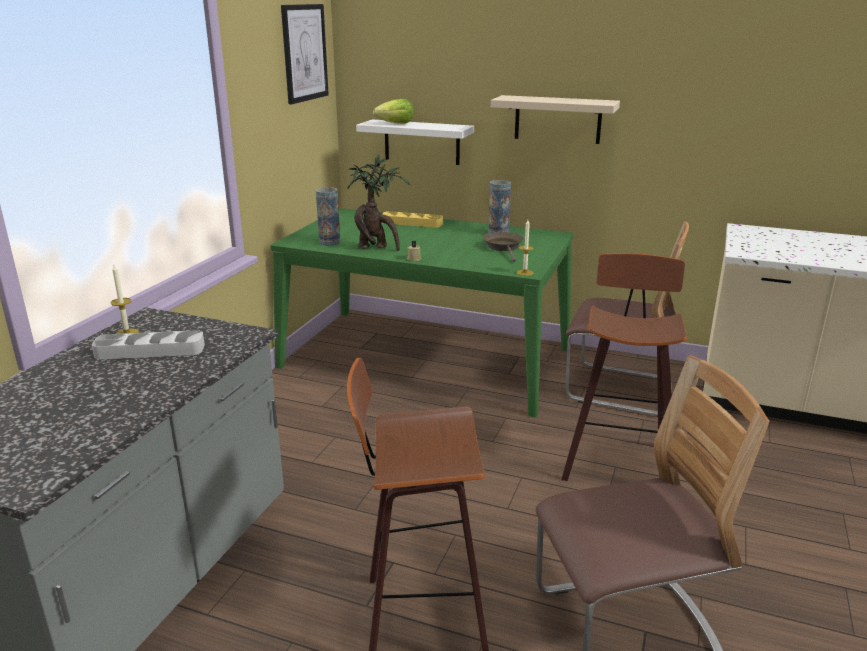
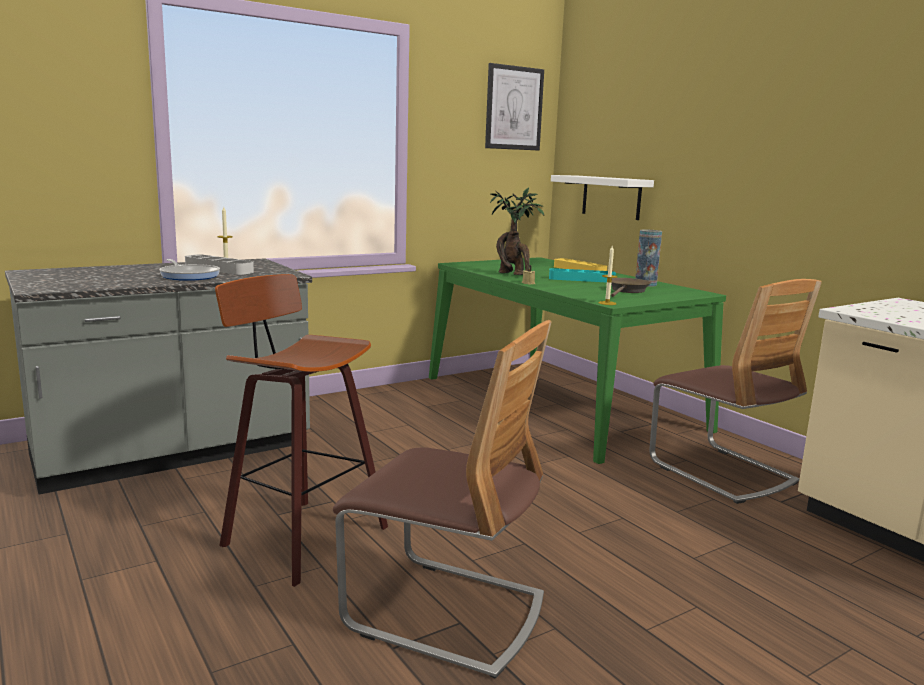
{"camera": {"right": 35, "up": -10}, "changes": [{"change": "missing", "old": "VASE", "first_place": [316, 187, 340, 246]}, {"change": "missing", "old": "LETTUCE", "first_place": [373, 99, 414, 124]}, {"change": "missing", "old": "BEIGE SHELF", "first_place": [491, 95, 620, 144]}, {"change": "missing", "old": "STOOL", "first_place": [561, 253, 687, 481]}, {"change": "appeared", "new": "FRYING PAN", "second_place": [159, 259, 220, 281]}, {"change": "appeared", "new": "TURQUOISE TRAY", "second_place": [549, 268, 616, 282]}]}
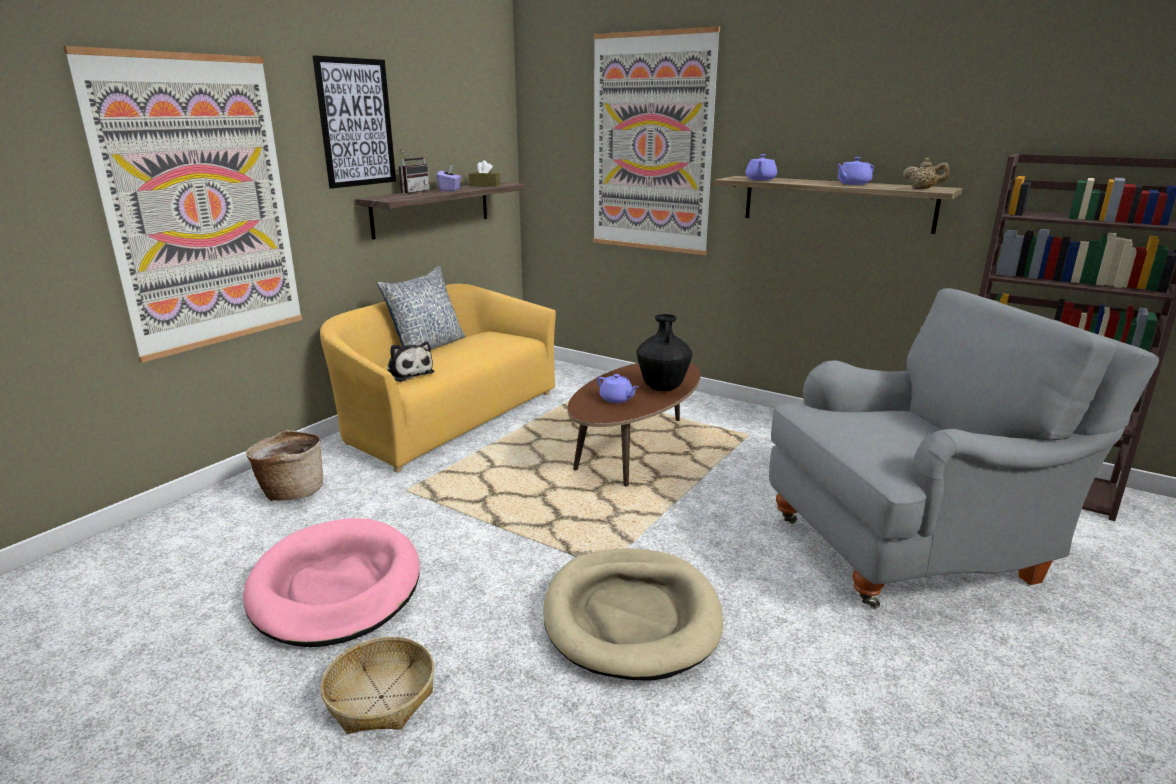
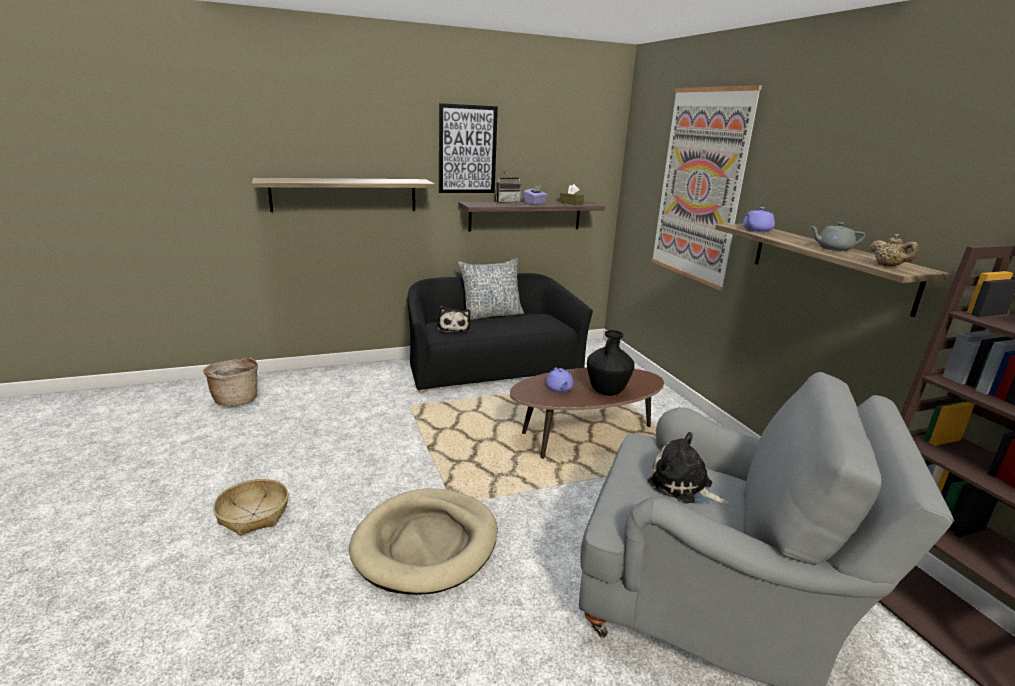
{"camera": {"right": 35, "up": 0}, "changes": [{"change": "exchanged", "old": "PICTURE", "new": "SHELF", "first_place": [63, 46, 303, 363], "second_place": [252, 178, 435, 212]}, {"change": "missing", "old": "PINK DOG BED", "first_place": [243, 518, 420, 647]}, {"change": "relocated", "old": "BASKET", "first_place": [246, 430, 323, 501], "second_place": [203, 357, 258, 407]}, {"change": "colour", "old": "YELLOW SOFA", "new": "BLACK SOFA", "first_place": [320, 284, 556, 472], "second_place": [407, 273, 593, 393]}, {"change": "colour", "old": "PURPLE TEAPOT", "new": "GREY TEAPOT", "first_place": [836, 157, 874, 185], "second_place": [810, 222, 865, 251]}, {"change": "appeared", "new": "PLUSH TOY", "second_place": [648, 432, 729, 504]}]}
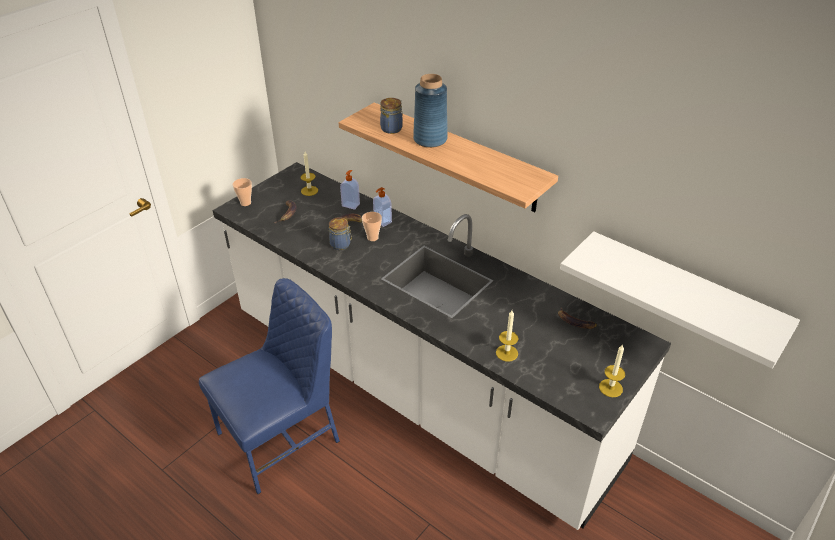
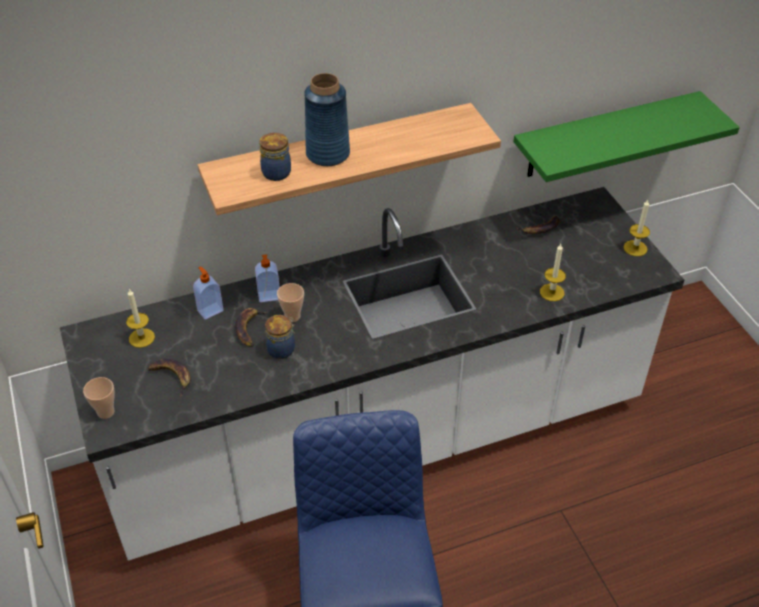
{"camera": {"right": -60, "up": 5}, "changes": [{"change": "colour", "old": "WHITE SHELF", "new": "GREEN SHELF", "first_place": [560, 231, 800, 369], "second_place": [514, 91, 740, 182]}]}
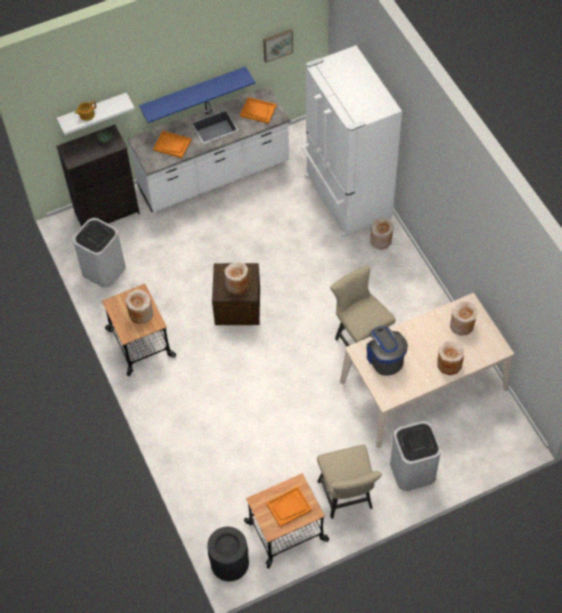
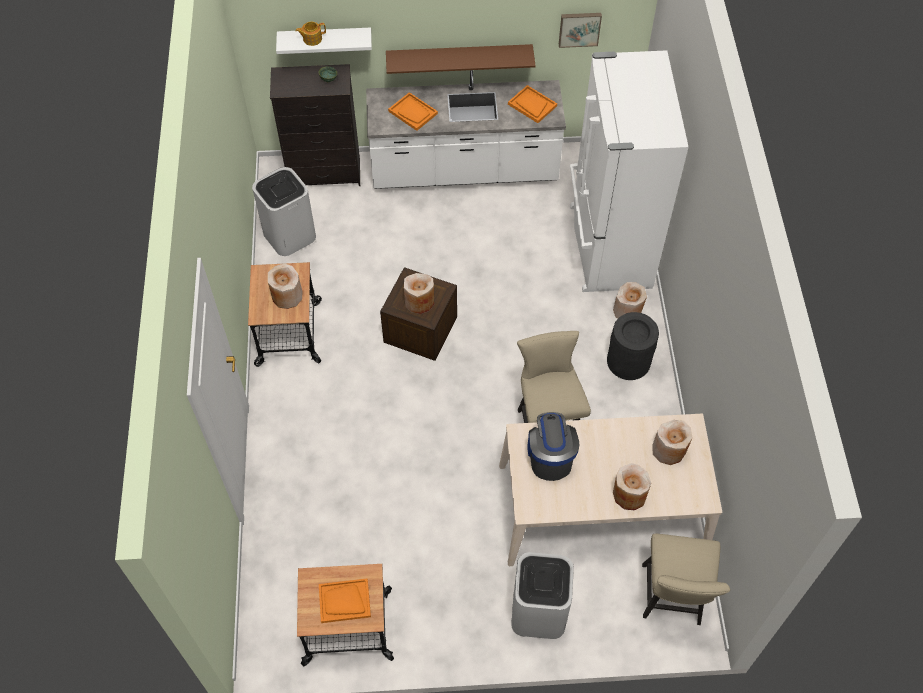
{"camera": {"right": 20, "up": 0}, "changes": [{"change": "colour", "old": "BLUE SHELF", "new": "BROWN SHELF", "first_place": [139, 66, 255, 123], "second_place": [386, 44, 536, 74]}, {"change": "relocated", "old": "BLACK TRASH CAN", "first_place": [207, 527, 249, 581], "second_place": [607, 312, 659, 380]}, {"change": "relocated", "old": "BEIGE CHAIR", "first_place": [317, 445, 382, 519], "second_place": [642, 533, 730, 625]}]}
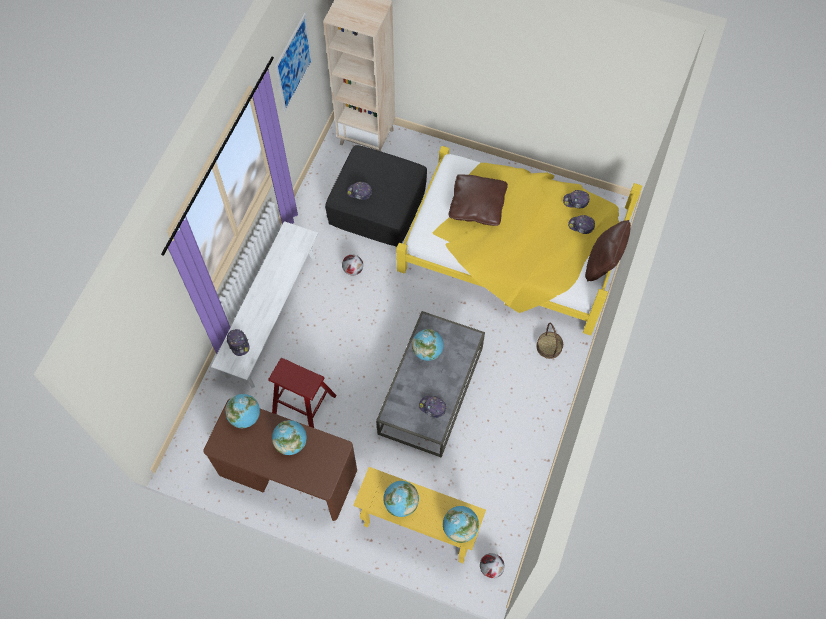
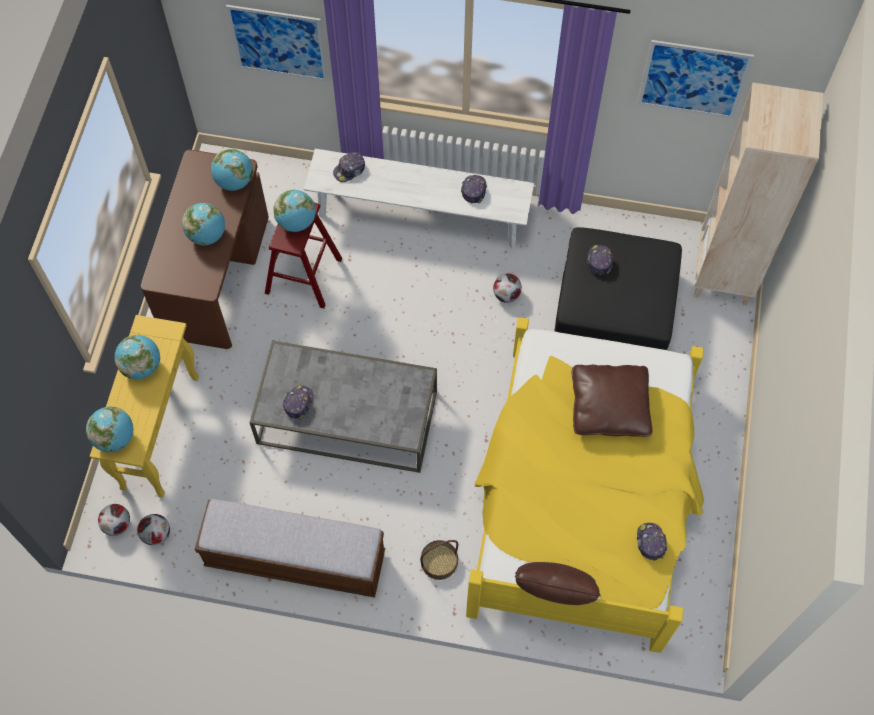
{"camera": {"right": 80, "up": 0}, "changes": [{"change": "relocated", "old": "GLOBE", "first_place": [412, 329, 444, 361], "second_place": [274, 190, 316, 232]}, {"change": "relocated", "old": "CAP", "first_place": [568, 215, 595, 234], "second_place": [461, 175, 487, 204]}, {"change": "appeared", "new": "FOOTBALL", "second_place": [137, 514, 170, 545]}, {"change": "appeared", "new": "BENCH", "second_place": [195, 499, 385, 598]}, {"change": "appeared", "new": "PICTURE", "second_place": [226, 5, 328, 81]}]}
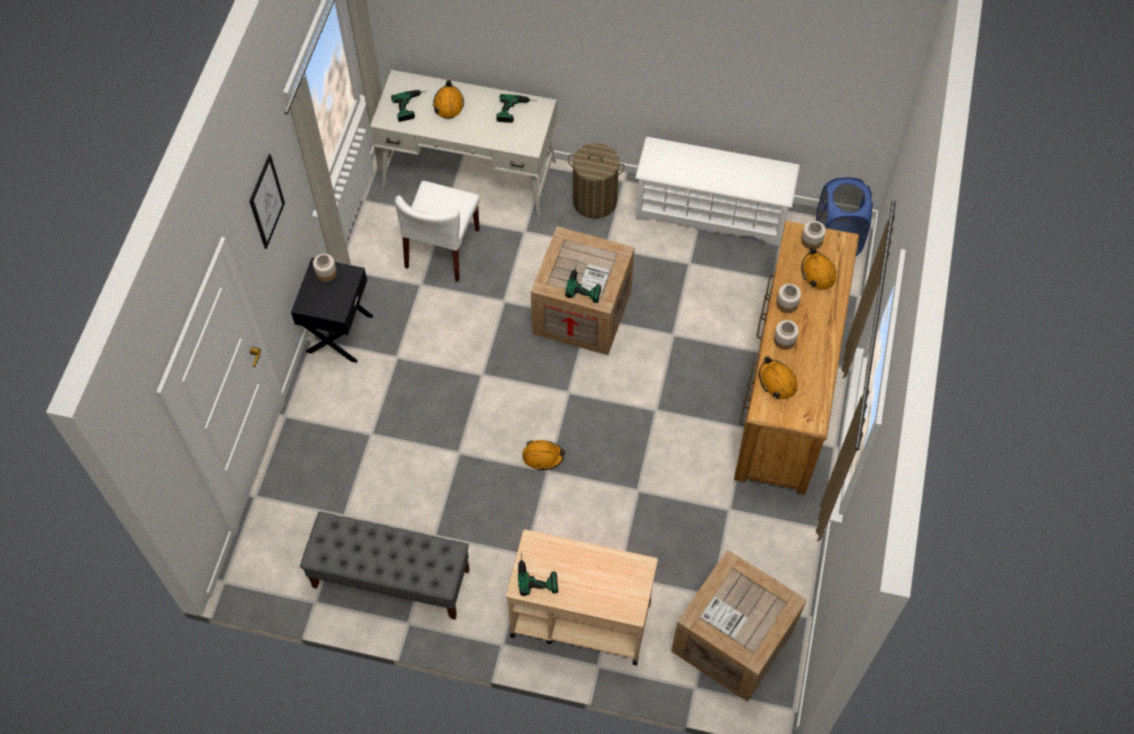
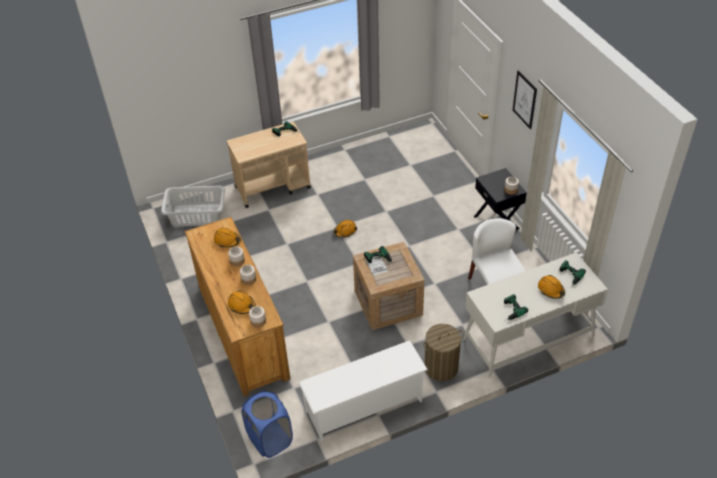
{"camera": {"right": 145, "up": -15}, "changes": [{"change": "missing", "old": "GREY BENCH", "first_place": [300, 511, 470, 620]}, {"change": "exchanged", "old": "CRATE", "new": "GREY LAUNDRY BASKET", "first_place": [671, 549, 807, 702], "second_place": [161, 185, 225, 226]}]}
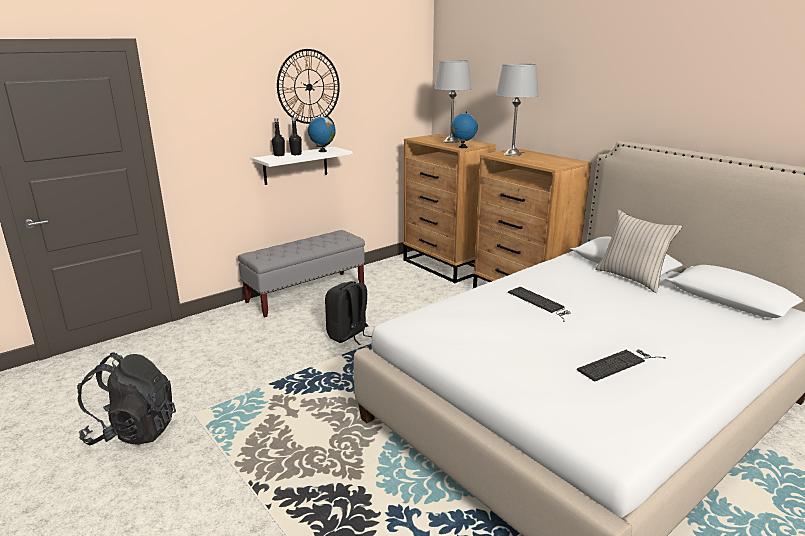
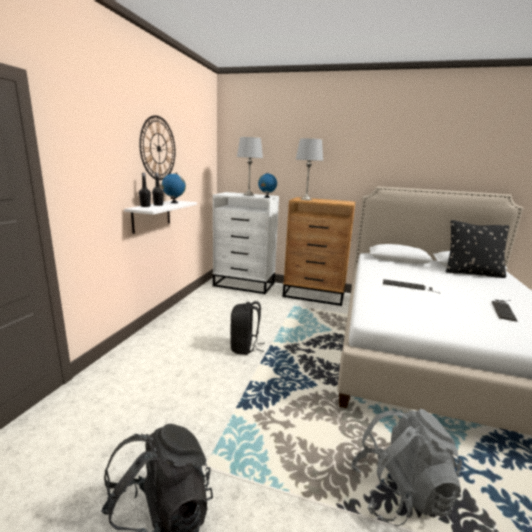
{"camera": {"right": -35, "up": -5}, "changes": [{"change": "missing", "old": "GREY BENCH", "first_place": [238, 230, 365, 317]}, {"change": "colour", "old": "BROWN DRESSER", "new": "WHITE DRESSER", "first_place": [403, 134, 496, 283], "second_place": [213, 192, 279, 294]}, {"change": "missing", "old": "BEIGE PILLOW", "first_place": [595, 210, 682, 293]}, {"change": "appeared", "new": "GREY BACKPACK", "second_place": [351, 409, 462, 526]}, {"change": "appeared", "new": "BLACK PILLOW", "second_place": [446, 220, 509, 278]}]}
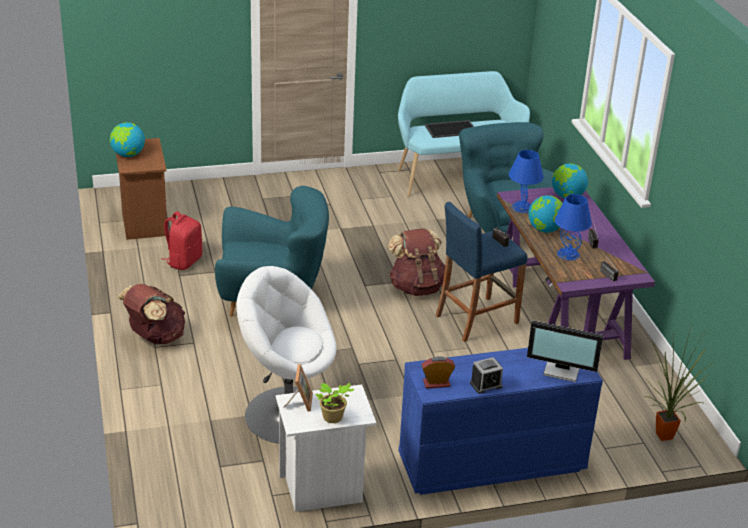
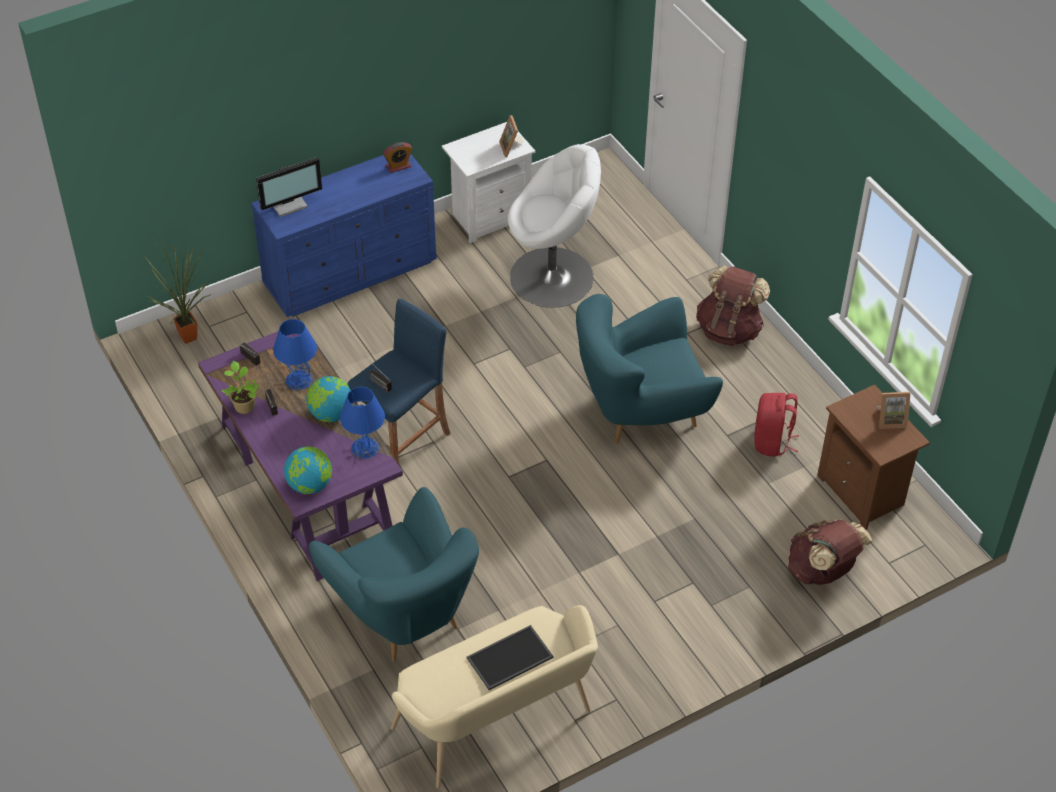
{"camera": {"right": 165, "up": 15}, "changes": [{"change": "exchanged", "old": "GLOBE", "new": "PICTURE FRAME", "first_place": [110, 122, 145, 157], "second_place": [877, 392, 911, 429]}, {"change": "relocated", "old": "POTTED PLANT", "first_place": [316, 383, 354, 423], "second_place": [221, 361, 259, 414]}, {"change": "relocated", "old": "BROWN BACKPACK", "first_place": [388, 229, 445, 296], "second_place": [788, 519, 873, 585]}, {"change": "colour", "old": "TURQUOISE BENCH", "new": "BEIGE BENCH", "first_place": [398, 71, 530, 197], "second_place": [391, 605, 598, 788]}, {"change": "missing", "old": "ALARM CLOCK", "first_place": [470, 357, 503, 394]}, {"change": "spun", "old": "MONITOR", "first_place": [527, 320, 604, 382], "second_place": [256, 157, 322, 217], "degrees": 150}]}
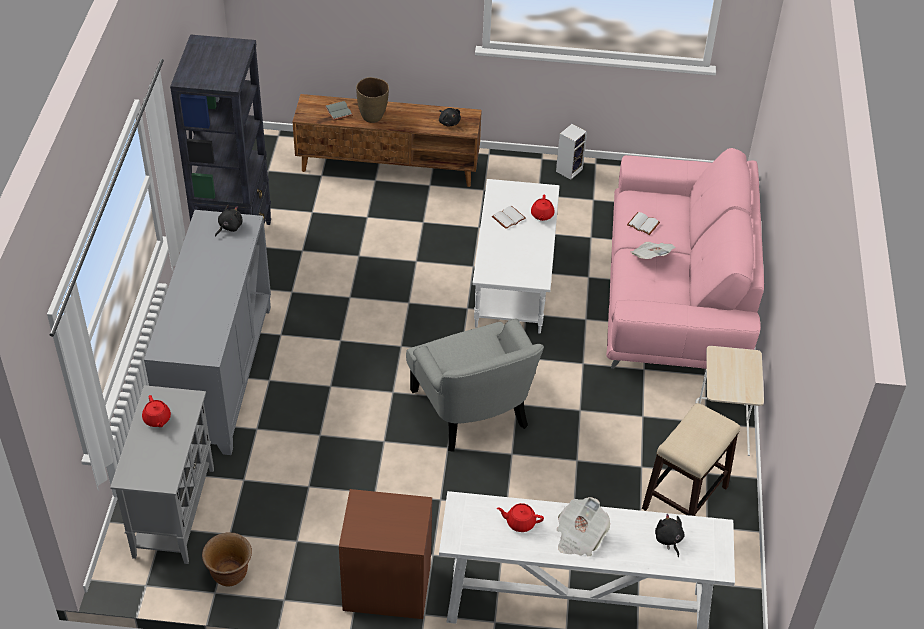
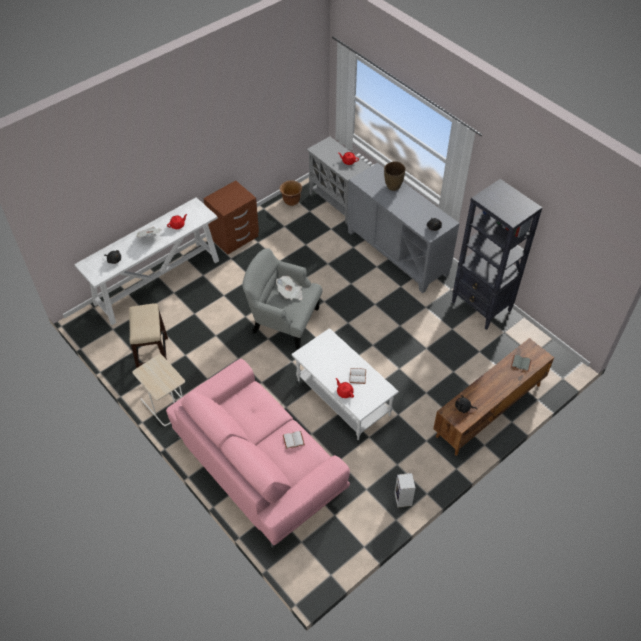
{"camera": {"right": 135, "up": 5}, "changes": [{"change": "relocated", "old": "BROWN VASE", "first_place": [356, 77, 389, 123], "second_place": [384, 161, 406, 191]}, {"change": "relocated", "old": "NEWSPAPER", "first_place": [631, 241, 676, 259], "second_place": [276, 276, 302, 300]}]}
